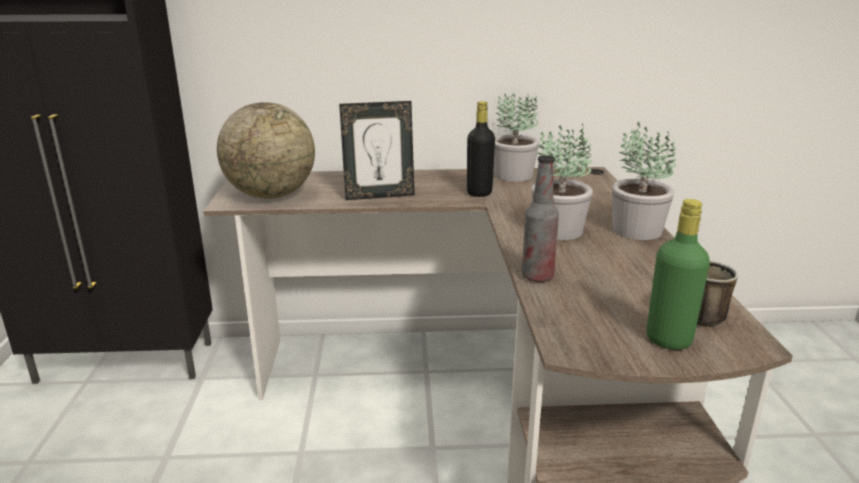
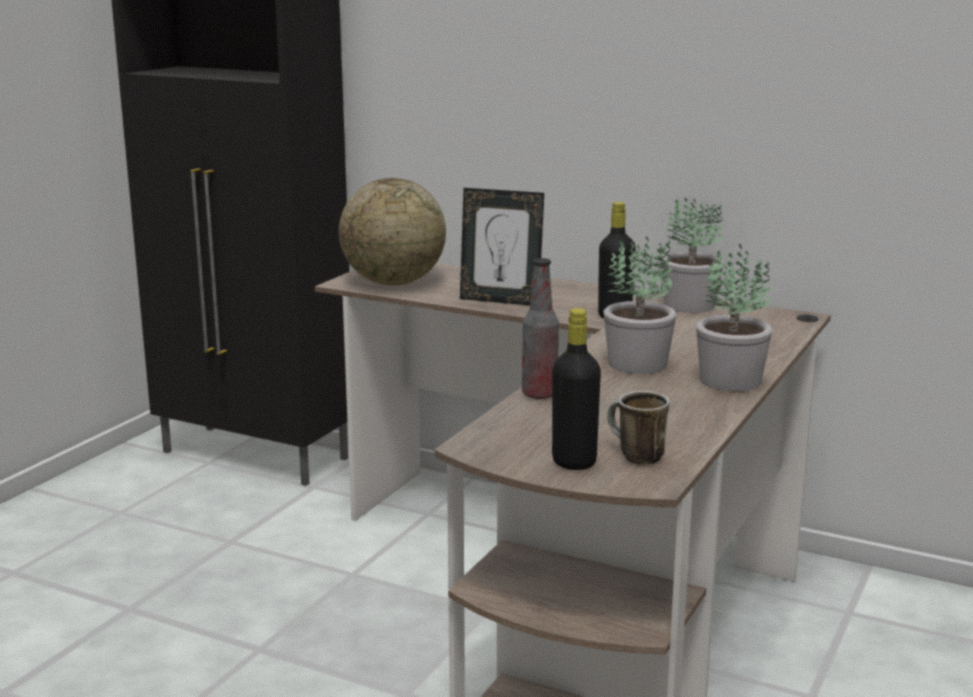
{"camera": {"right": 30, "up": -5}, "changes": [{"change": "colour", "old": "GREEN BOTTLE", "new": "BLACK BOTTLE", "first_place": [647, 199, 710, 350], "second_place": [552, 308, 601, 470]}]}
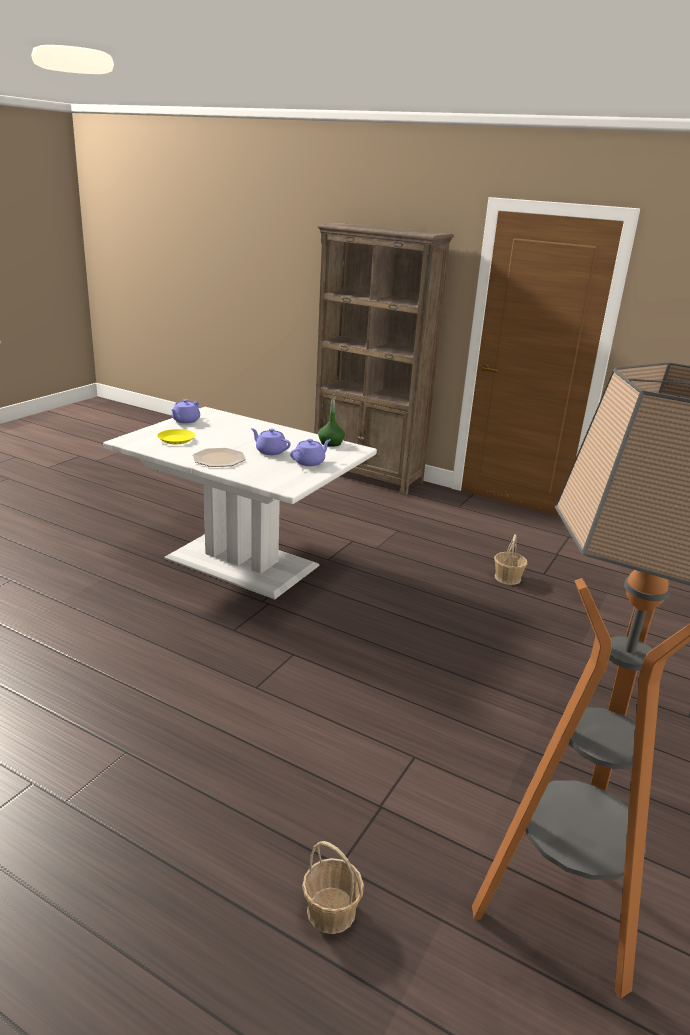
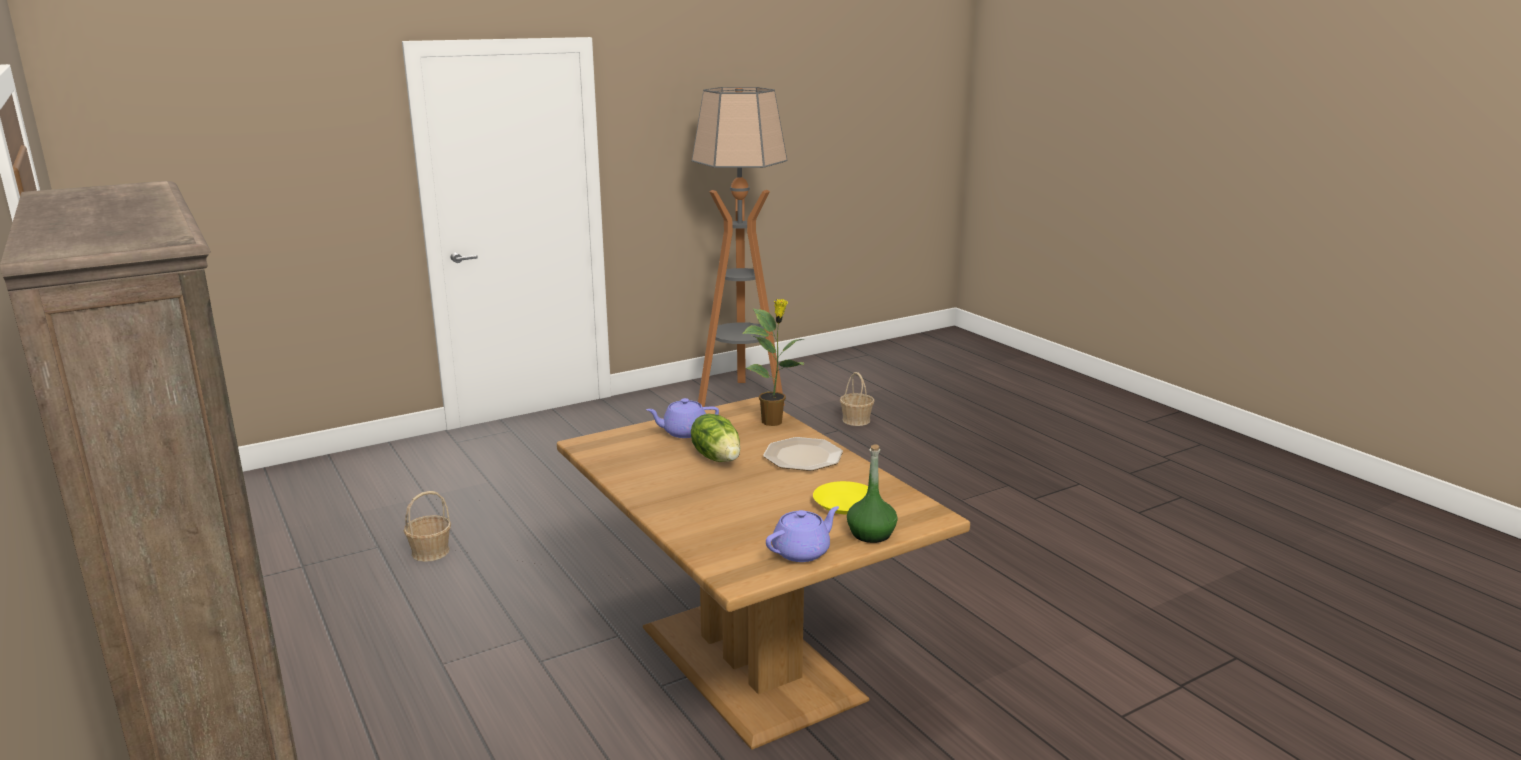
{"camera": {"right": -150, "up": -5}, "changes": [{"change": "colour", "old": "WHITE DINING TABLE", "new": "BROWN DINING TABLE", "first_place": [103, 407, 377, 600], "second_place": [557, 397, 970, 750]}, {"change": "exchanged", "old": "PURPLE TEAPOT", "new": "LETTUCE", "first_place": [251, 428, 291, 455], "second_place": [691, 414, 740, 462]}, {"change": "relocated", "old": "GREEN BOTTLE", "first_place": [318, 394, 345, 447], "second_place": [847, 444, 898, 543]}, {"change": "appeared", "new": "POTTED PLANT", "second_place": [742, 299, 804, 426]}]}
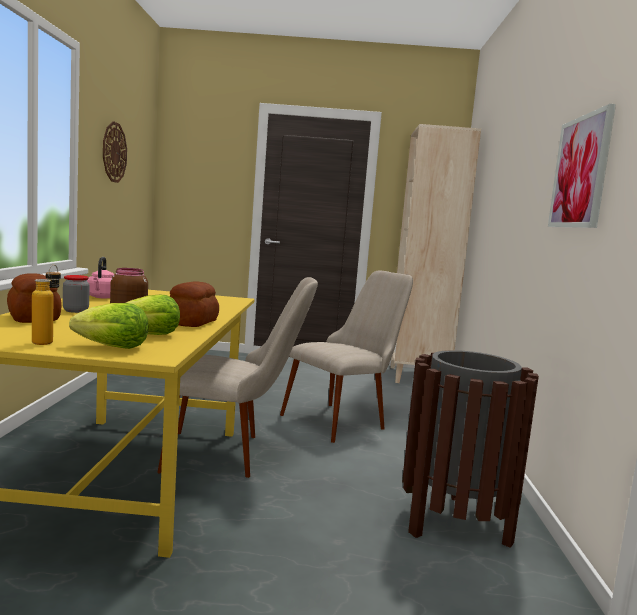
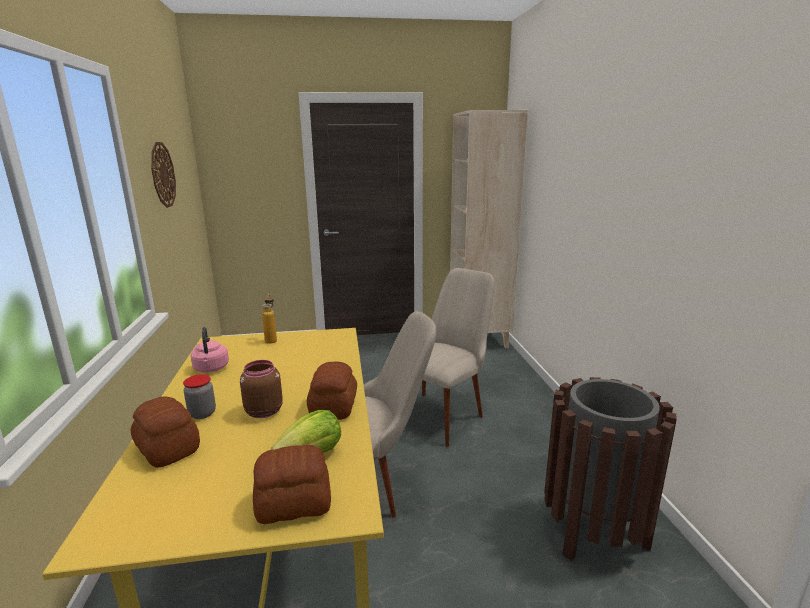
{"camera": {"right": -10, "up": 10}, "changes": [{"change": "relocated", "old": "BOTTLE", "first_place": [32, 264, 61, 345], "second_place": [262, 293, 277, 344]}, {"change": "exchanged", "old": "LETTUCE", "new": "BREAD", "first_place": [69, 303, 149, 349], "second_place": [253, 445, 331, 524]}, {"change": "missing", "old": "PICTURE", "first_place": [548, 104, 616, 228]}]}
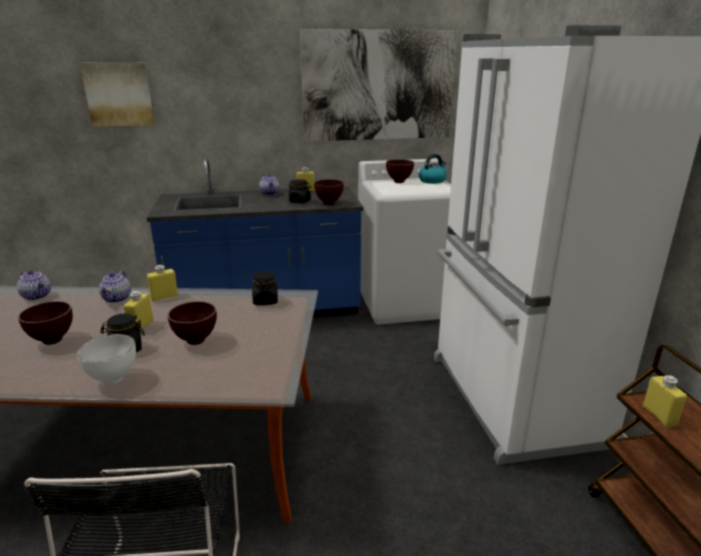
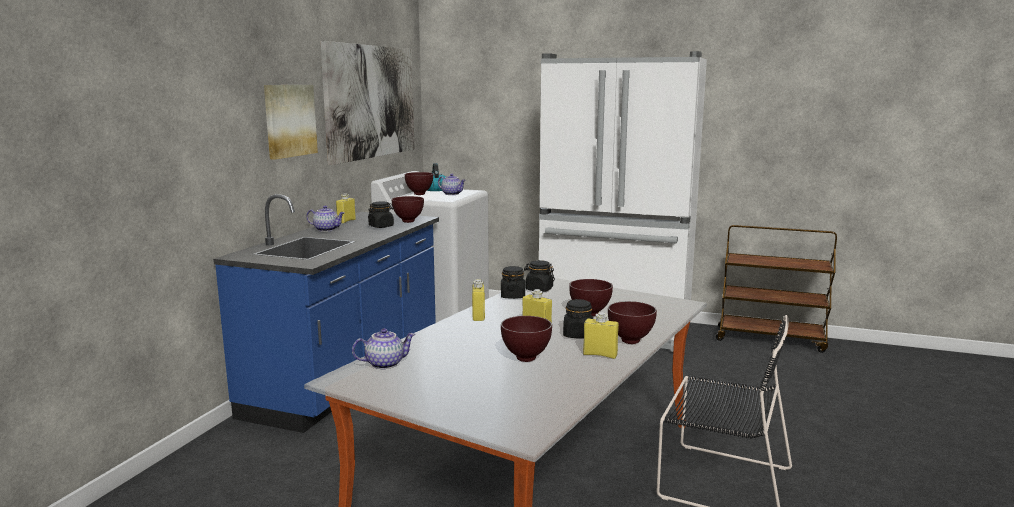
{"camera": {"right": -60, "up": -10}, "changes": [{"change": "colour", "old": "WHITE BOWL", "new": "BROWN BOWL", "first_place": [77, 334, 136, 385], "second_place": [608, 301, 657, 344]}, {"change": "relocated", "old": "PICTURE", "first_place": [80, 62, 154, 126], "second_place": [264, 85, 318, 160]}, {"change": "relocated", "old": "TEAPOT", "first_place": [99, 270, 131, 303], "second_place": [438, 174, 466, 195]}, {"change": "relocated", "old": "YELLOW BOTTLE", "first_place": [643, 375, 687, 428], "second_place": [583, 312, 619, 359]}, {"change": "appeared", "new": "BLACK JAR", "second_place": [501, 266, 525, 299]}]}
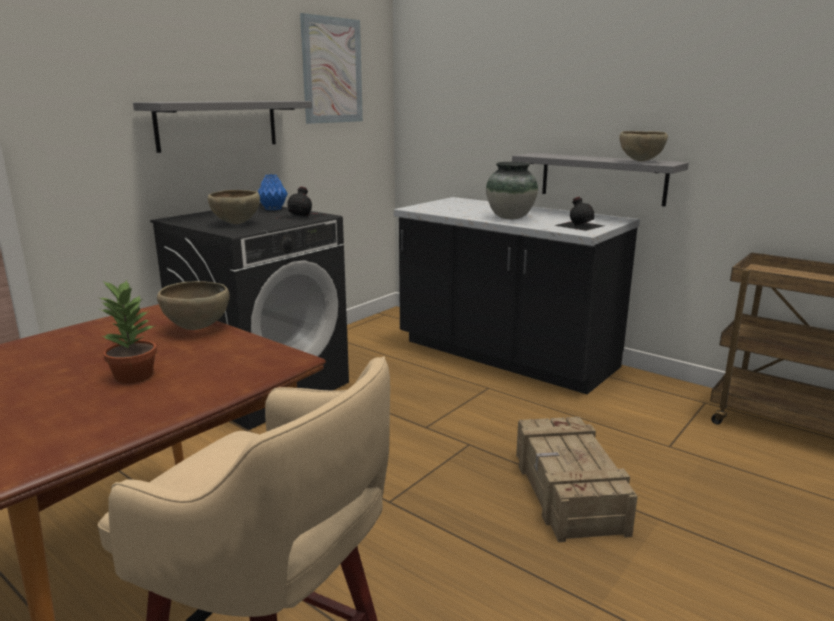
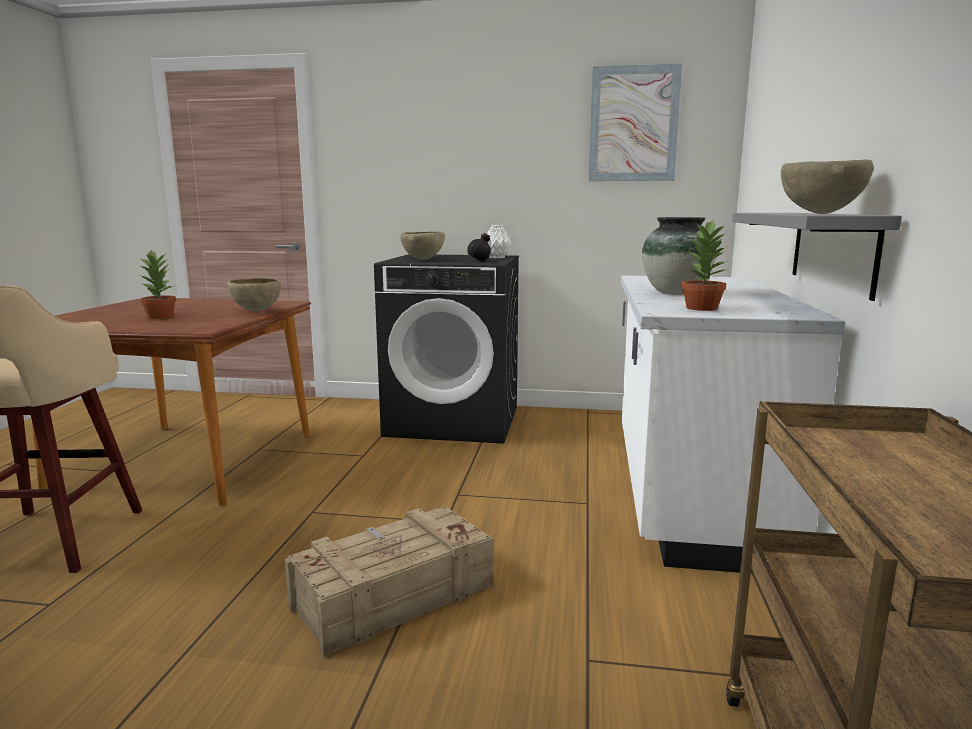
{"camera": {"right": 60, "up": -5}, "changes": [{"change": "missing", "old": "GREY SHELF", "first_place": [133, 101, 312, 153]}, {"change": "colour", "old": "BLUE VASE", "new": "WHITE VASE", "first_place": [258, 174, 288, 210], "second_place": [487, 225, 512, 258]}, {"change": "colour", "old": "BLACK COUNTER", "new": "WHITE COUNTER", "first_place": [394, 197, 640, 394], "second_place": [621, 275, 845, 573]}, {"change": "exchanged", "old": "BLACK BOTTLE", "new": "POTTED PLANT", "first_place": [554, 197, 604, 231], "second_place": [682, 220, 728, 311]}]}
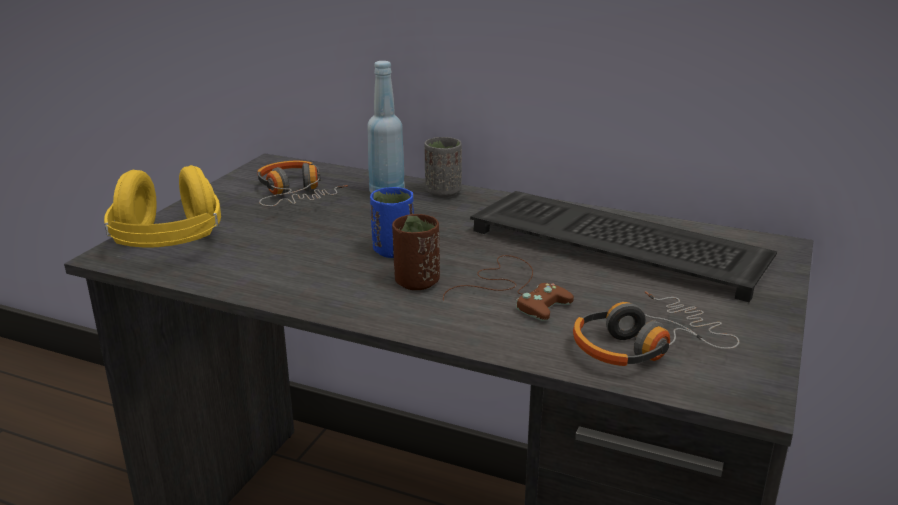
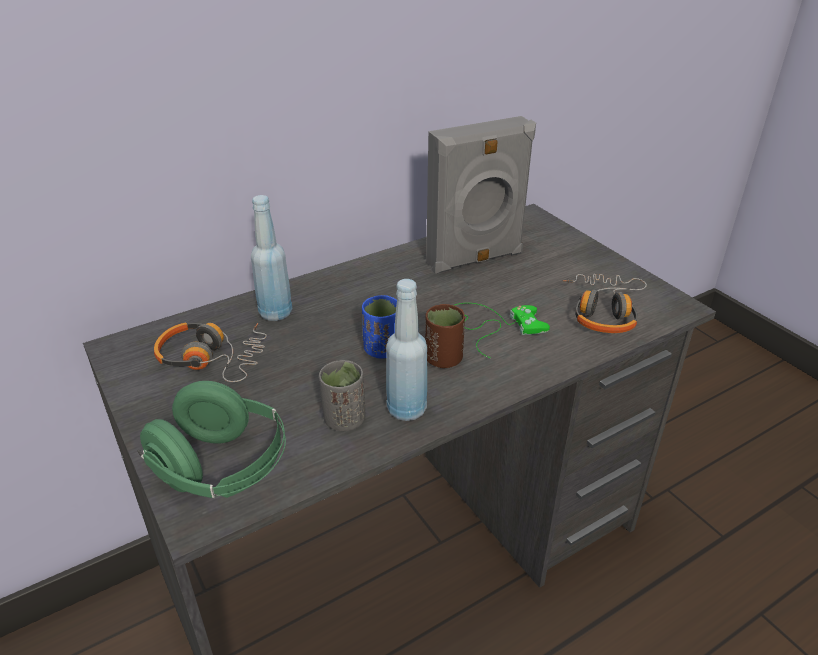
{"camera": {"right": -55, "up": 10}, "changes": [{"change": "colour", "old": "YELLOW HEADPHONES", "new": "GREEN HEADPHONES", "first_place": [104, 165, 221, 247], "second_place": [137, 381, 286, 498]}, {"change": "relocated", "old": "GREY CUP", "first_place": [425, 137, 462, 197], "second_place": [319, 360, 366, 431]}, {"change": "colour", "old": "BROWN GAME CONTROLLER", "new": "GREEN GAME CONTROLLER", "first_place": [443, 255, 574, 321], "second_place": [455, 303, 550, 358]}, {"change": "exchanged", "old": "KEYBOARD", "new": "GREY SPEAKER", "first_place": [470, 191, 777, 302], "second_place": [426, 116, 536, 274]}, {"change": "appeared", "new": "BLUE BOTTLE", "second_place": [386, 279, 427, 421]}]}
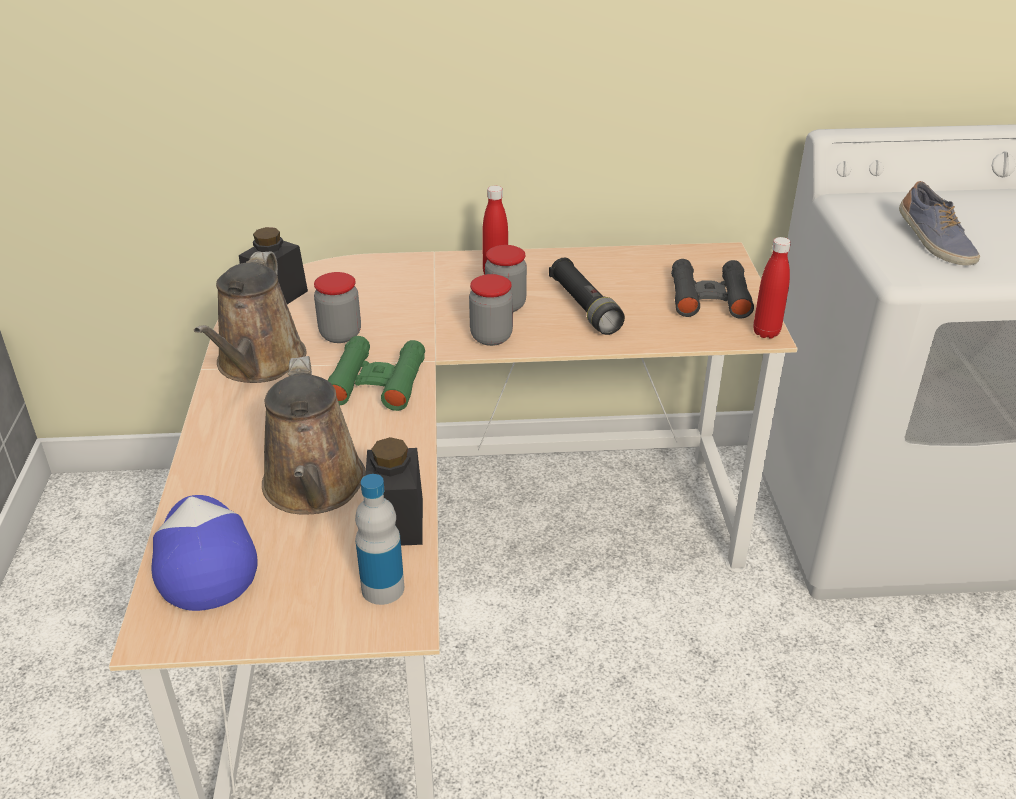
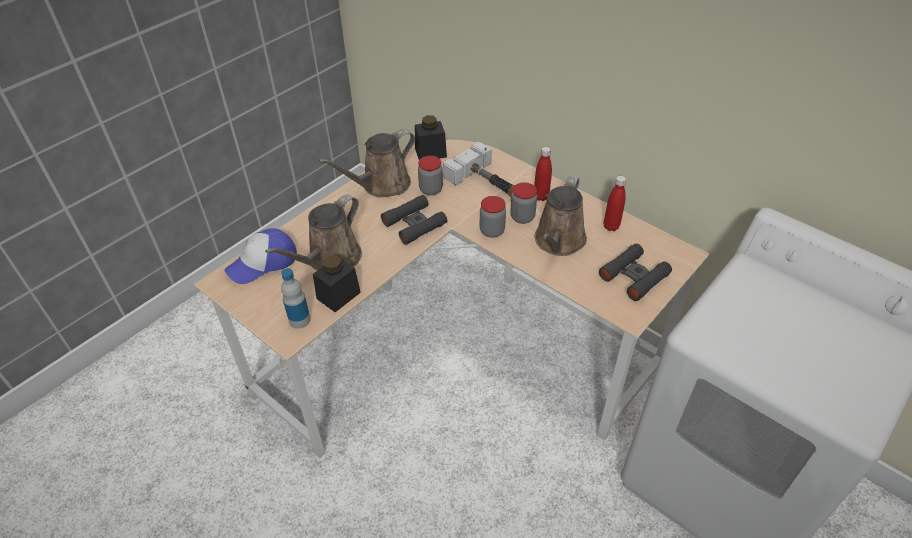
{"camera": {"right": 45, "up": 10}, "changes": [{"change": "spun", "old": "CAP", "first_place": [152, 495, 257, 611], "second_place": [224, 228, 297, 284], "degrees": -150}, {"change": "colour", "old": "GREEN BINOCULARS", "new": "BLACK BINOCULARS", "first_place": [327, 336, 425, 411], "second_place": [381, 195, 447, 245]}, {"change": "exchanged", "old": "BLACK FLASHLIGHT", "new": "BROWN WATERING CAN", "first_place": [549, 258, 625, 335], "second_place": [534, 176, 587, 256]}, {"change": "relocated", "old": "RED BOTTLE", "first_place": [753, 237, 791, 339], "second_place": [604, 176, 626, 231]}, {"change": "missing", "old": "SHOE", "first_place": [899, 181, 980, 266]}, {"change": "appeared", "new": "HAMMER", "second_place": [443, 141, 515, 197]}]}
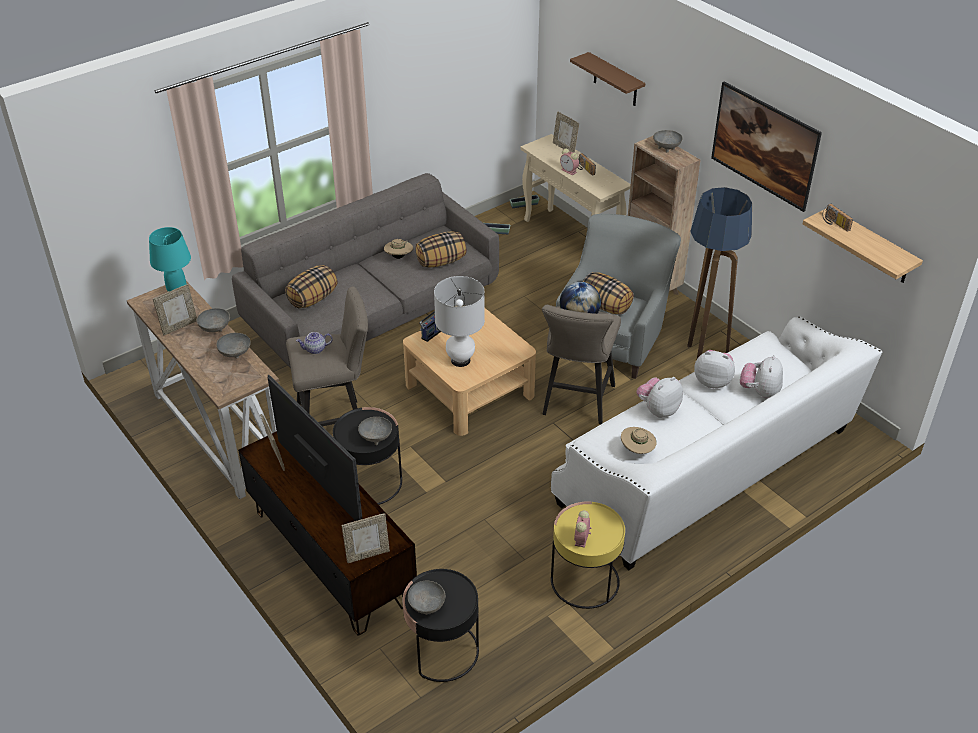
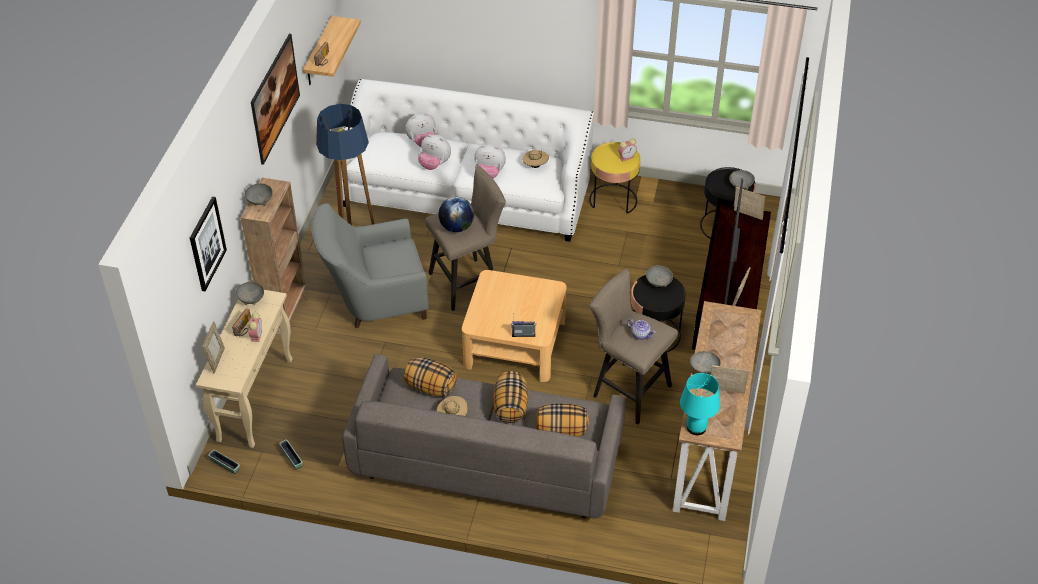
{"camera": {"right": -130, "up": 5}, "changes": [{"change": "relocated", "old": "GREY BOWL", "first_place": [216, 333, 251, 358], "second_place": [236, 282, 264, 305]}, {"change": "missing", "old": "WHITE TABLE LAMP", "first_place": [434, 276, 485, 367]}, {"change": "exchanged", "old": "BROWN SHELF", "new": "PICTURE", "first_place": [570, 52, 645, 106], "second_place": [190, 197, 227, 291]}, {"change": "relocated", "old": "PILLOW", "first_place": [583, 272, 634, 315], "second_place": [493, 371, 528, 423]}, {"change": "spun", "old": "PLUSH TOY", "first_place": [694, 350, 735, 389], "second_place": [418, 135, 451, 170], "degrees": -45}]}
